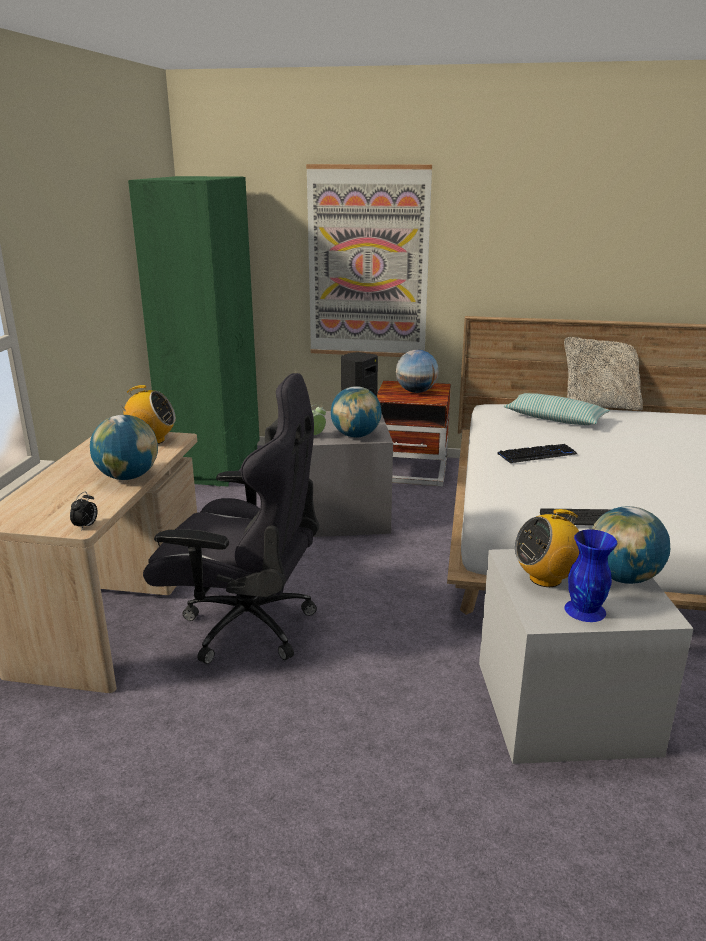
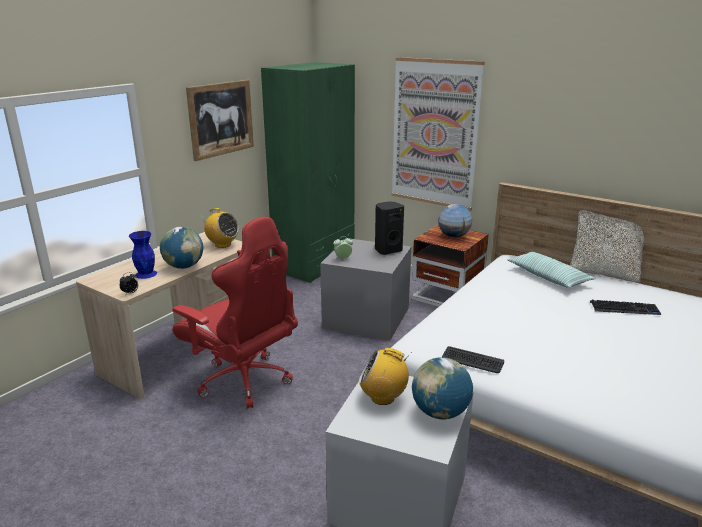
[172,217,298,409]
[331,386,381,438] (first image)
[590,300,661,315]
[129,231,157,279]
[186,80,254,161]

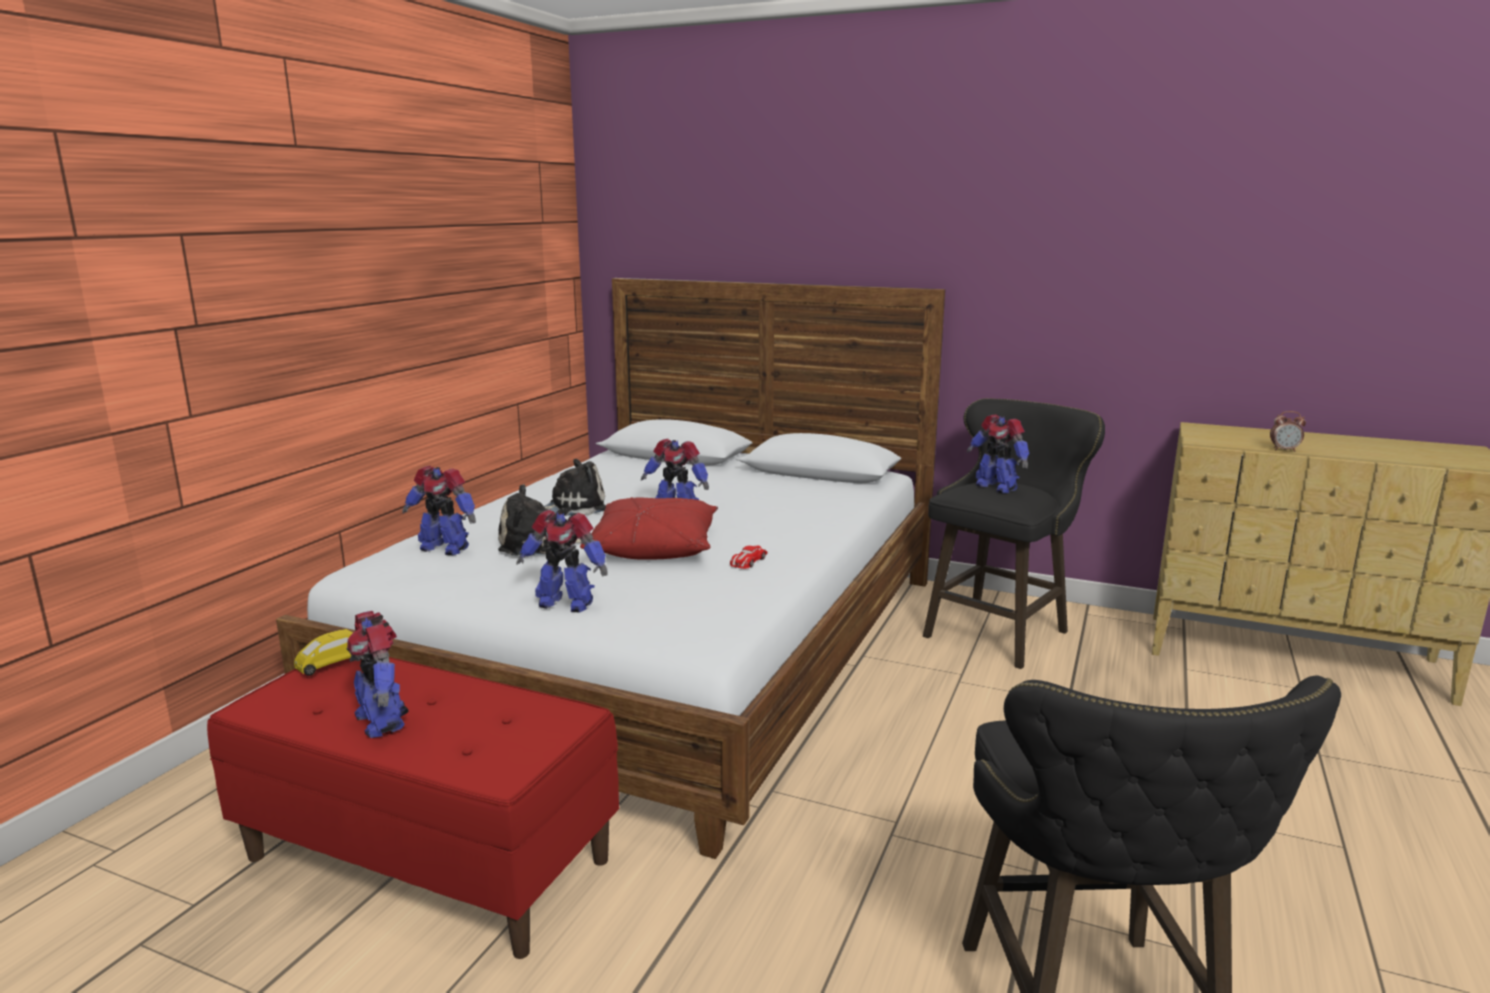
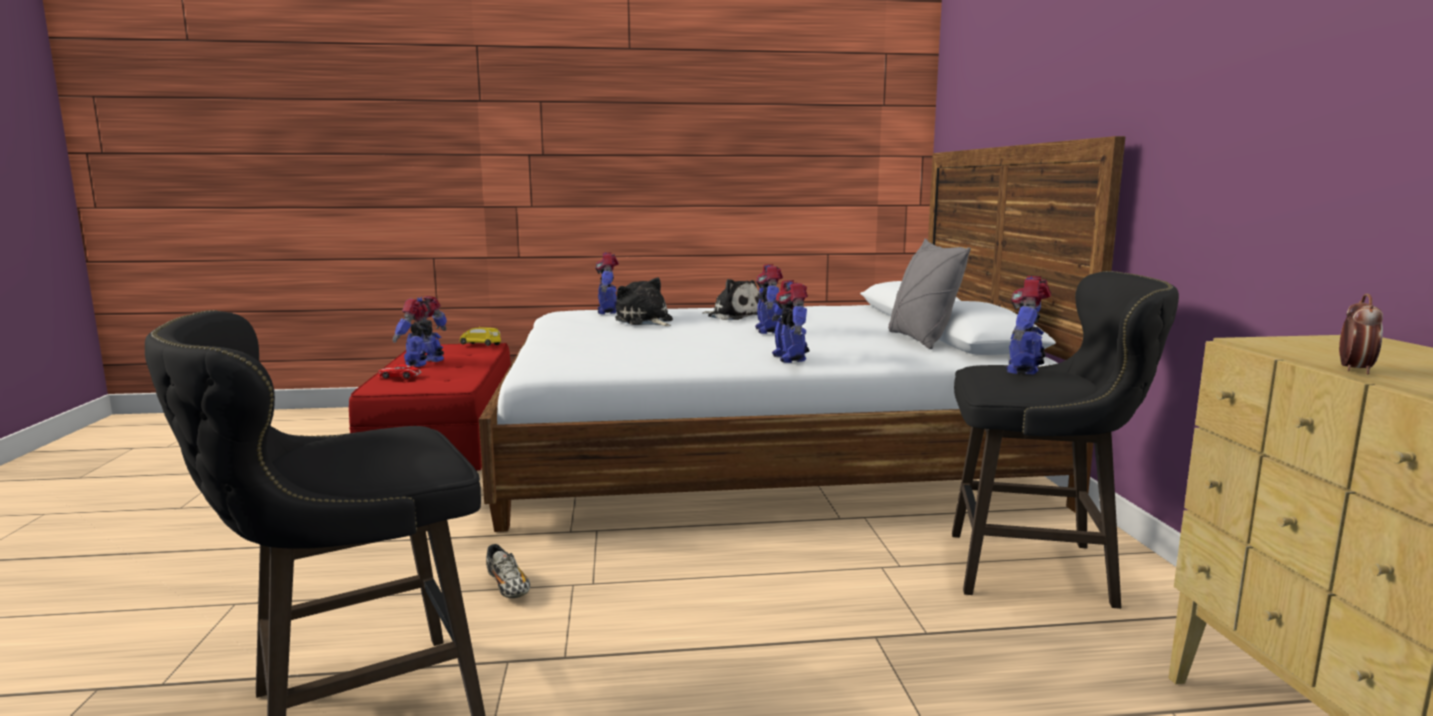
[772,280,810,363]
[580,497,718,560] (first image)
[378,365,422,379]
[1339,293,1383,374]
[486,544,530,598]
[888,239,971,349]

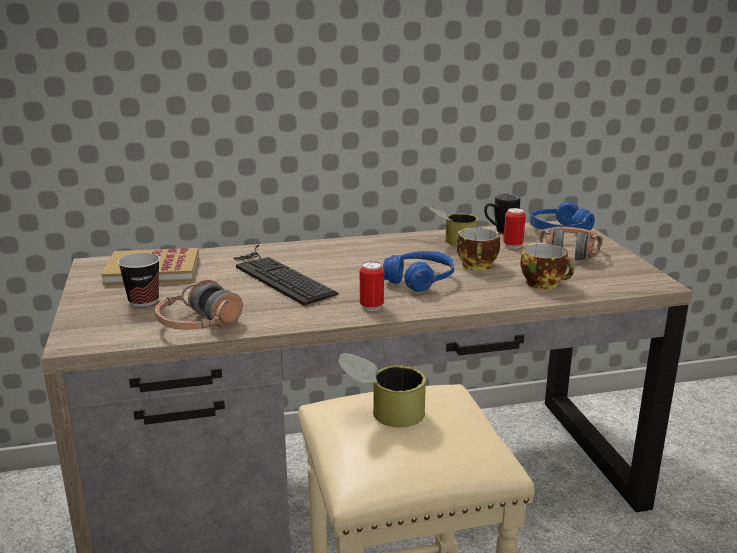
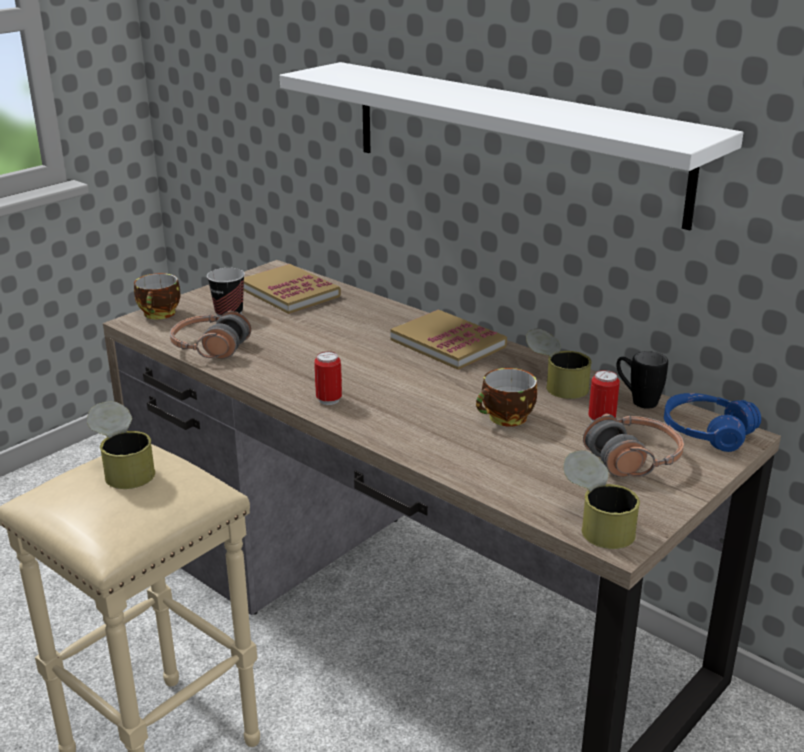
[233,245,338,306] (first image)
[383,251,454,292] (first image)
[134,273,181,319]
[280,62,743,230]
[390,309,507,370]
[563,450,640,549]

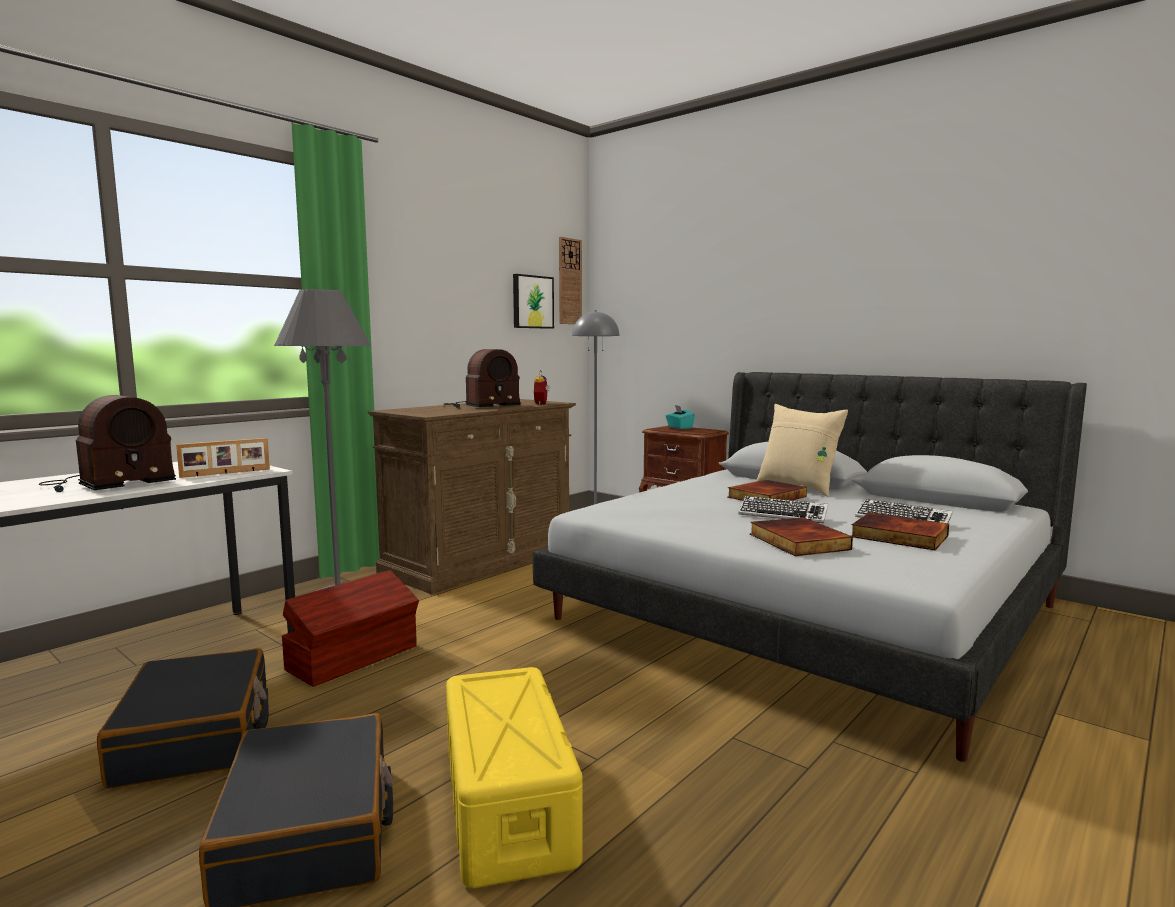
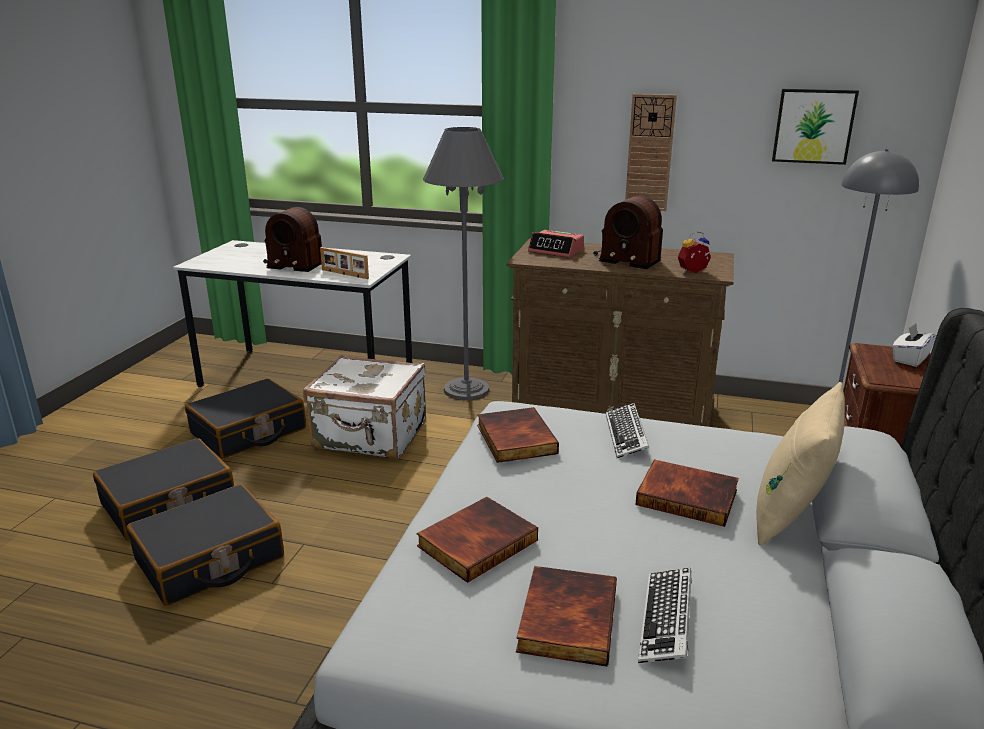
[303,355,426,459]
[127,484,284,606]
[625,94,677,211]
[892,323,936,367]
[606,403,649,458]
[477,407,559,463]
[528,230,584,258]

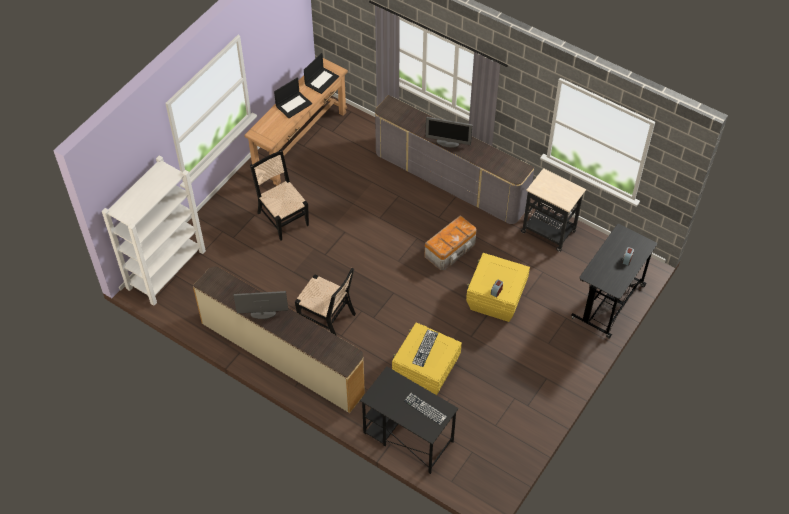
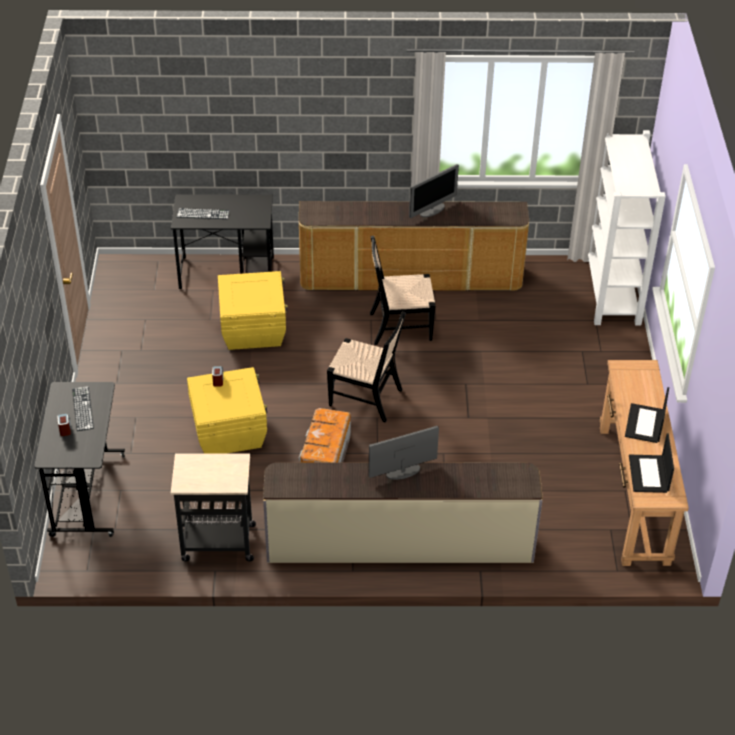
[327,311,406,423]
[72,386,94,431]

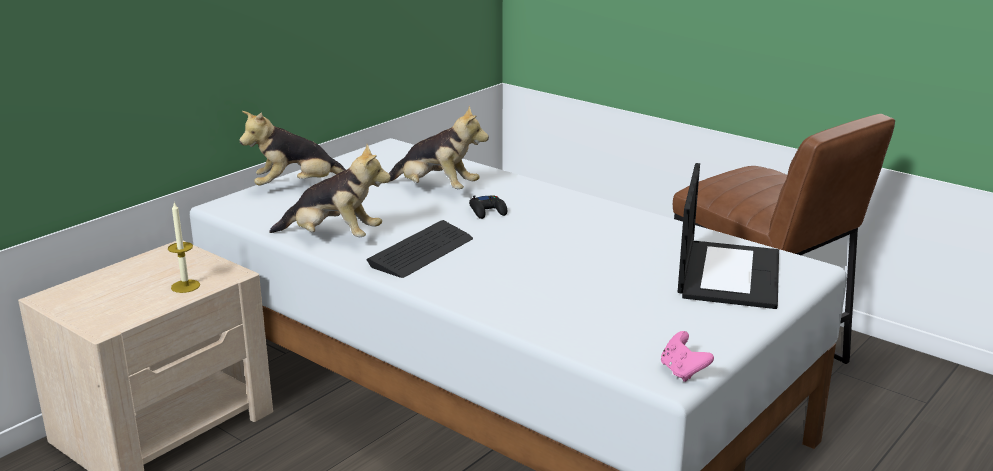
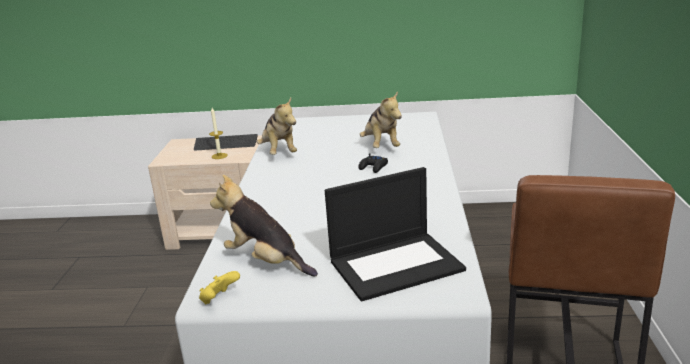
[210,175,318,277]
[194,134,258,151]
[199,271,240,305]

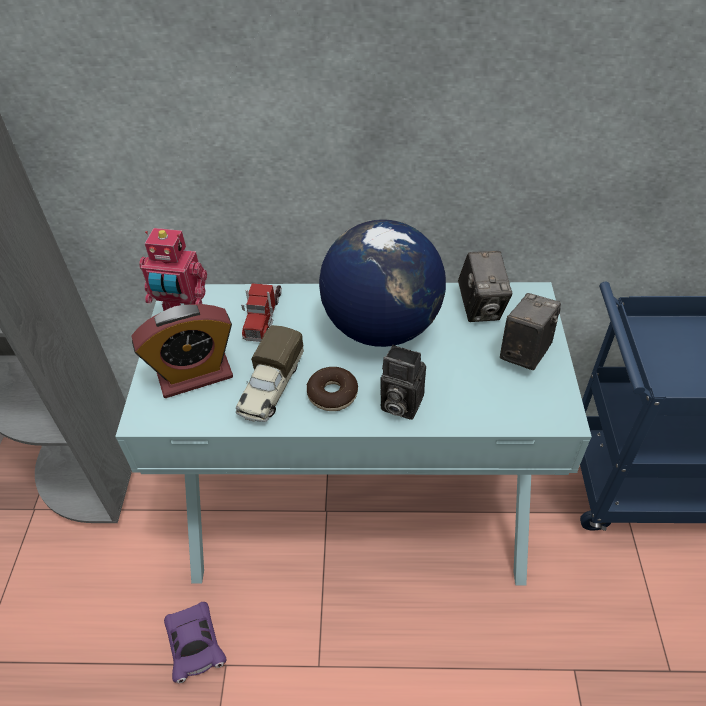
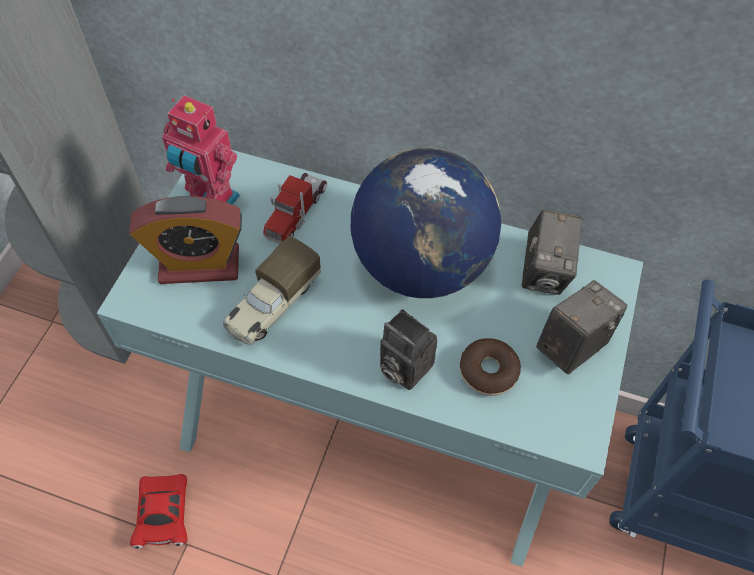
[130,474,187,549]
[460,338,521,396]

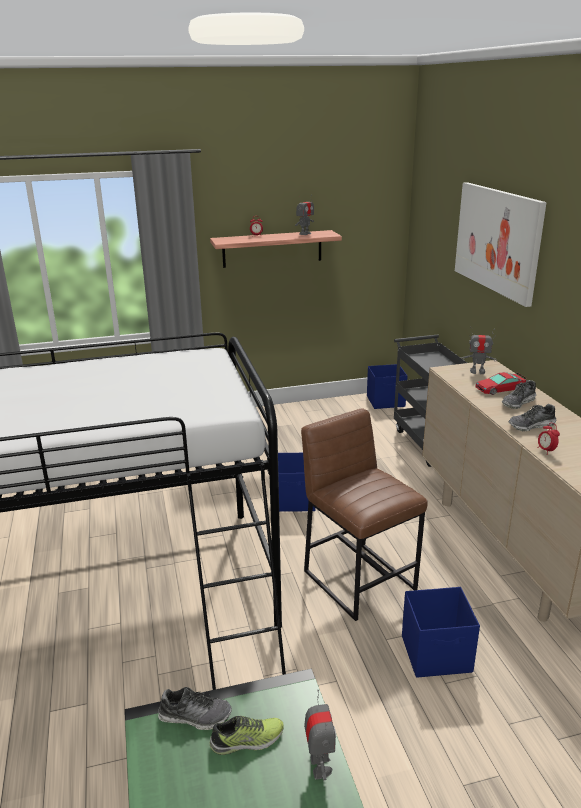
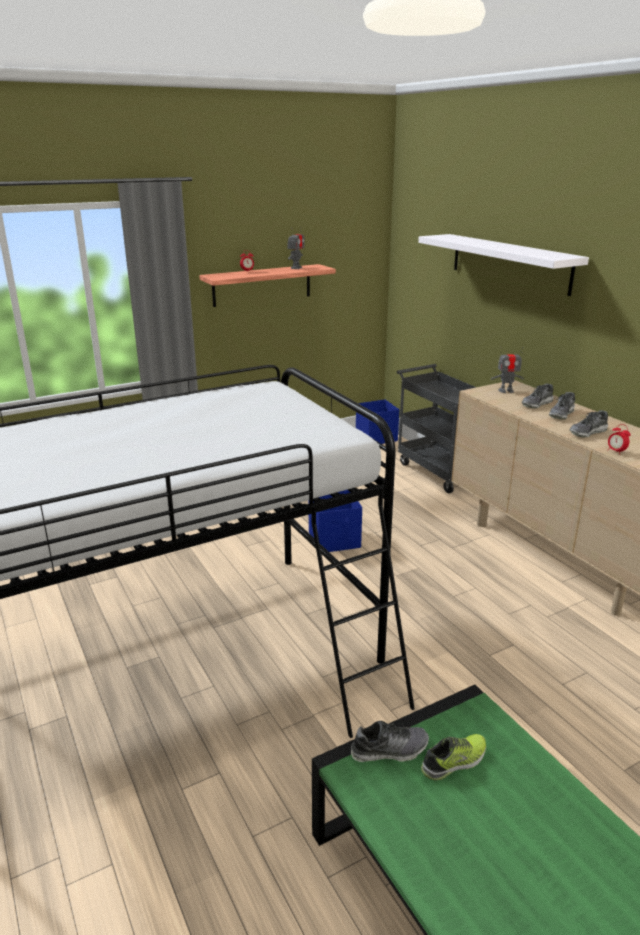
[301,409,428,621] (first image)
[304,690,336,781] (first image)
[402,587,480,678] (first image)
[418,234,589,296]
[522,384,554,409]

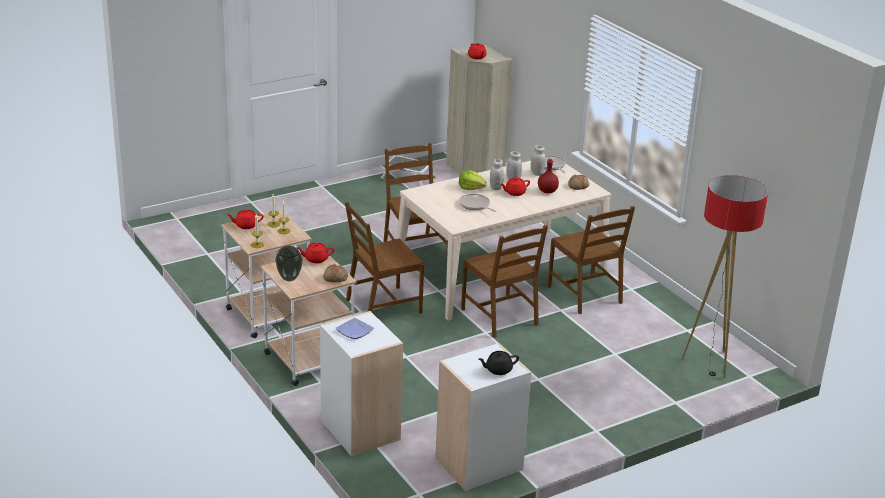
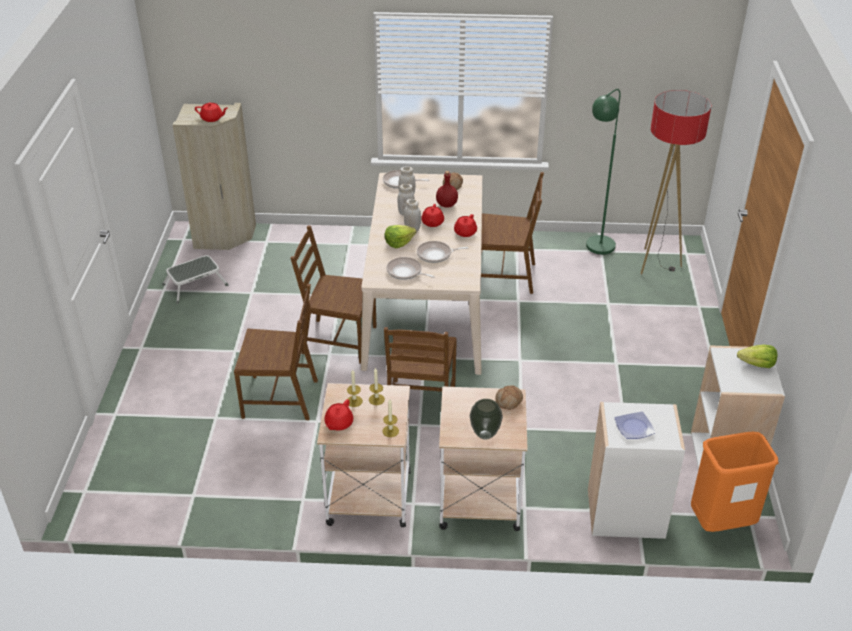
[454,214,477,237]
[234,284,318,420]
[737,345,777,368]
[386,257,435,280]
[586,89,621,255]
[691,432,779,532]

